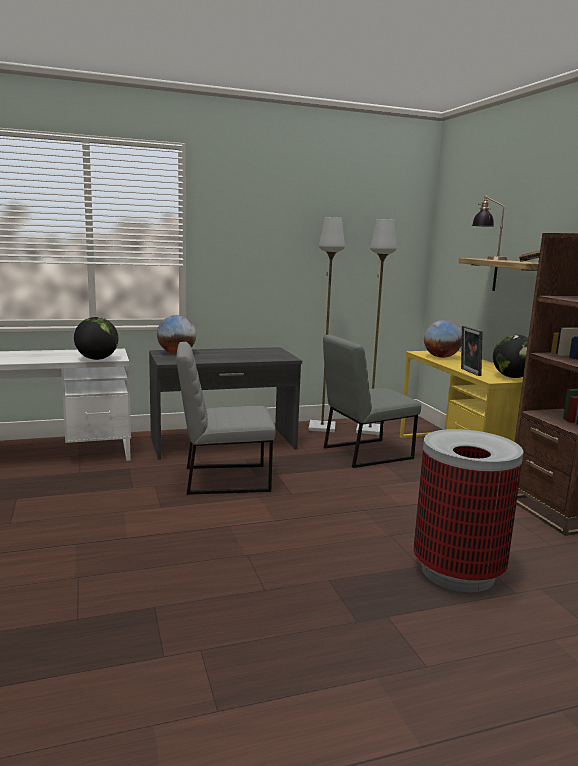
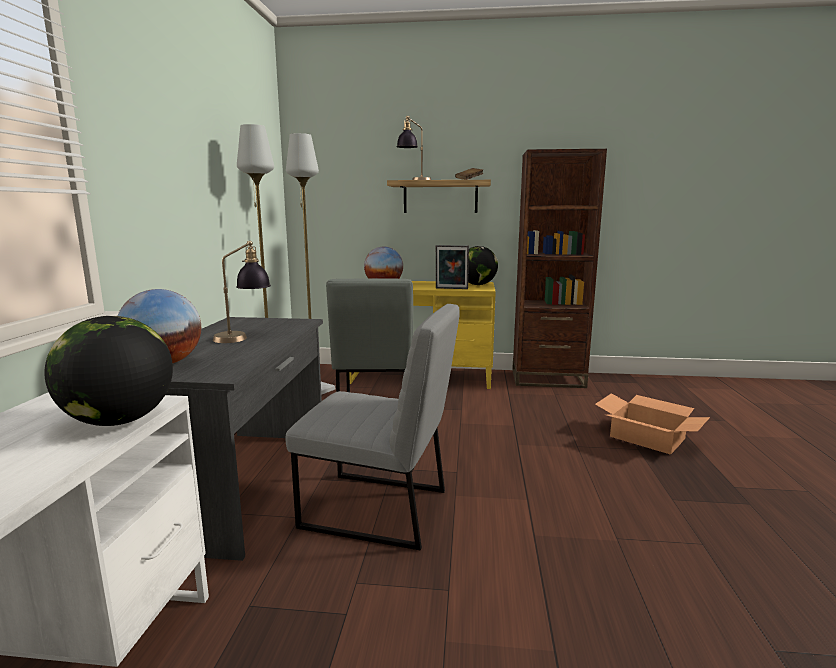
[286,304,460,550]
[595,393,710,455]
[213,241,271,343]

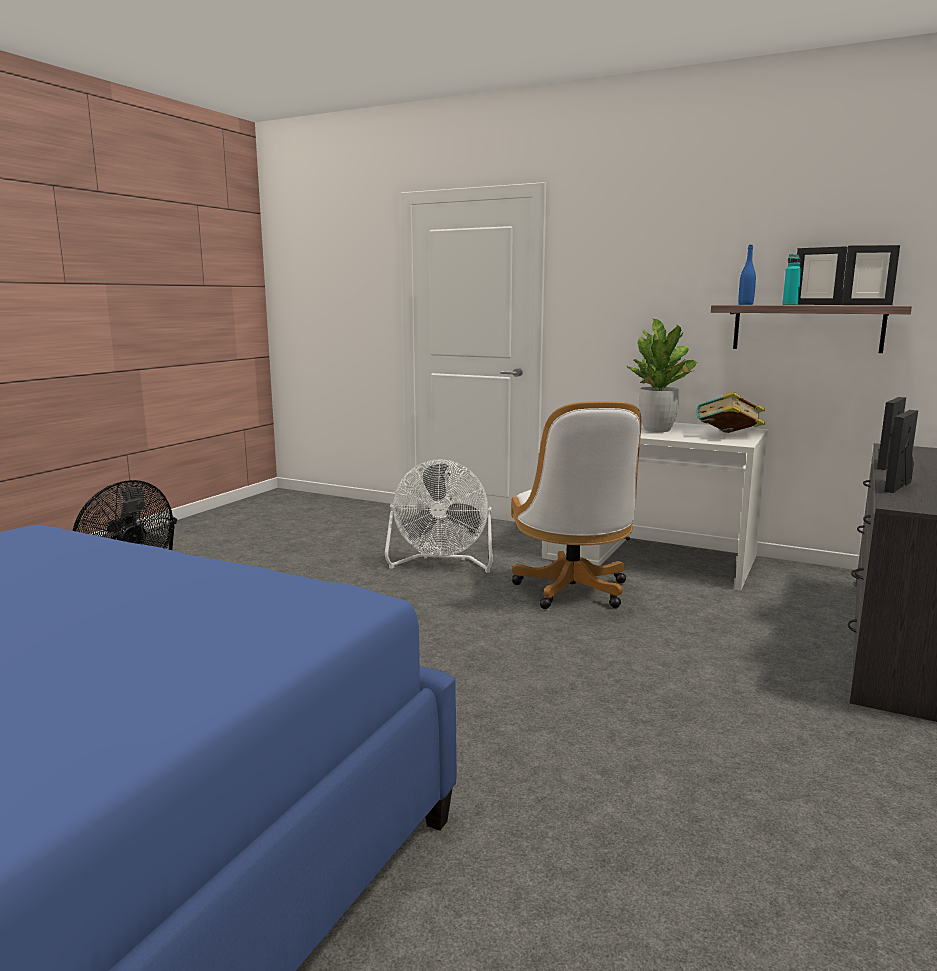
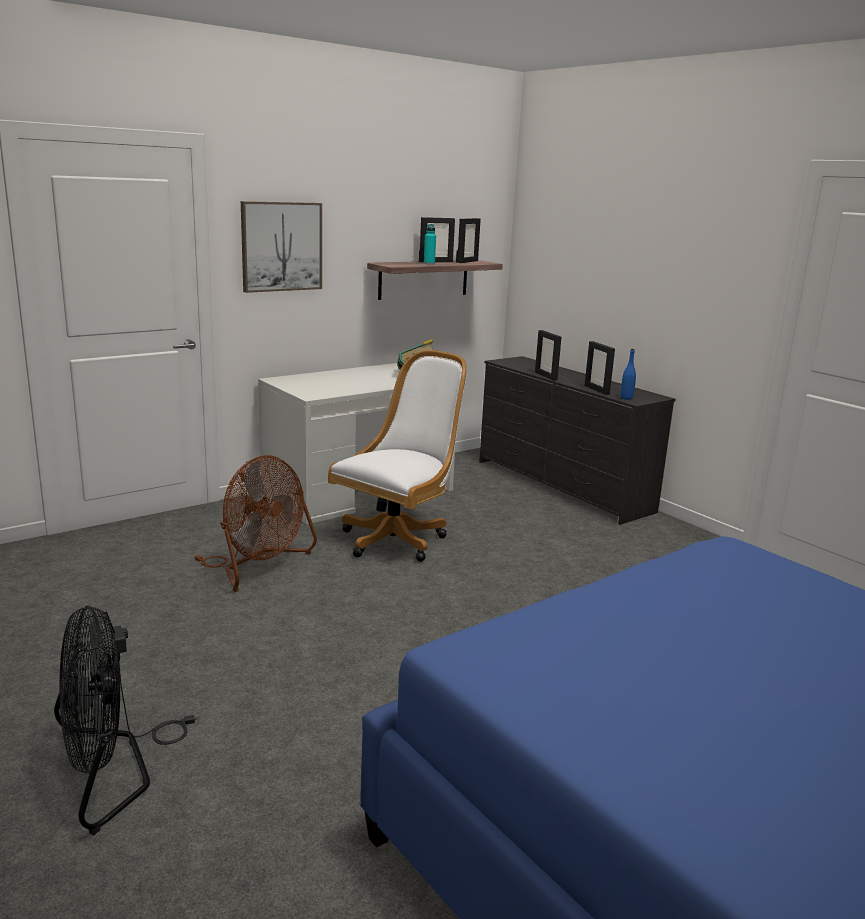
[195,455,317,592]
[328,350,466,562]
[627,319,698,432] (first image)
[621,349,636,400]
[241,201,322,293]

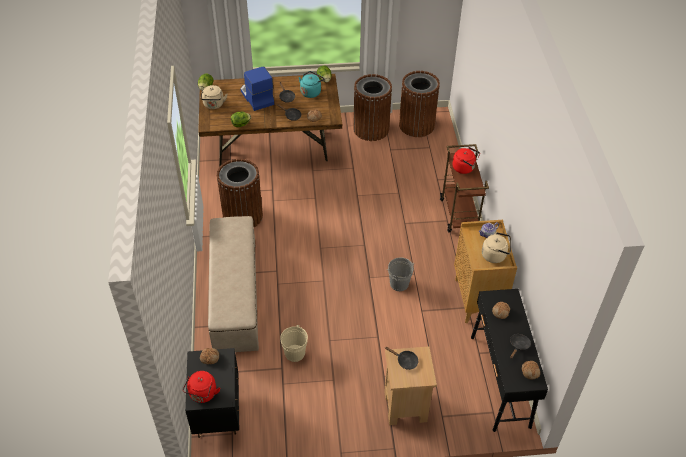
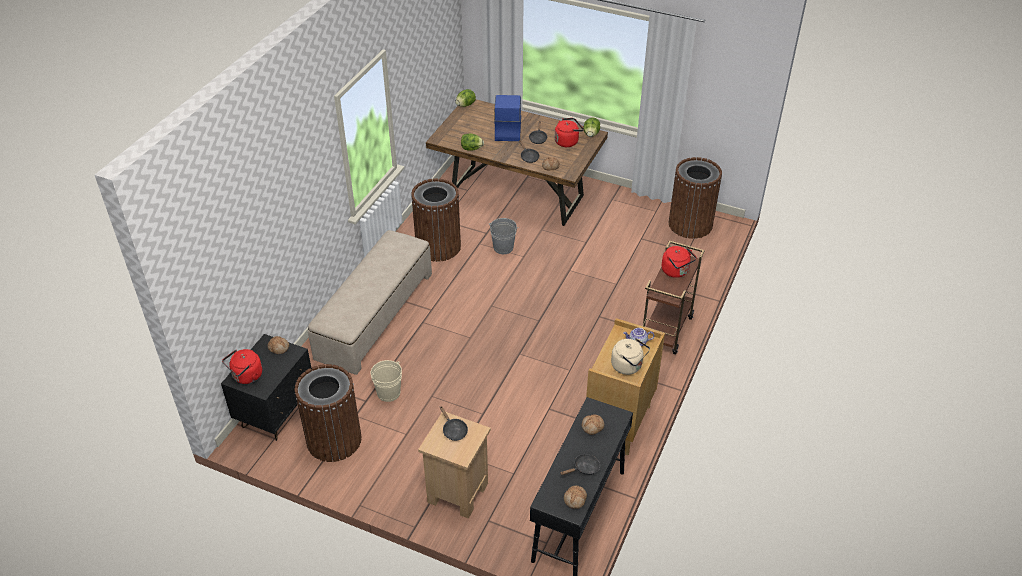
[201,85,228,109] (first image)
[555,118,584,147]
[295,364,362,462]
[490,218,519,254]

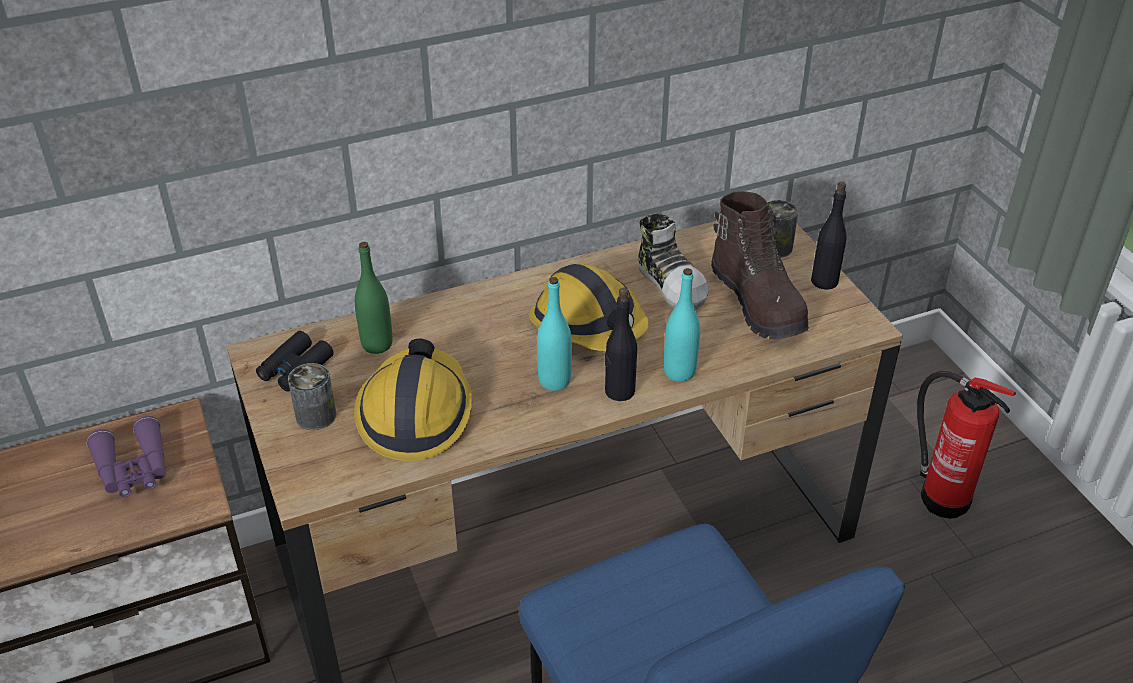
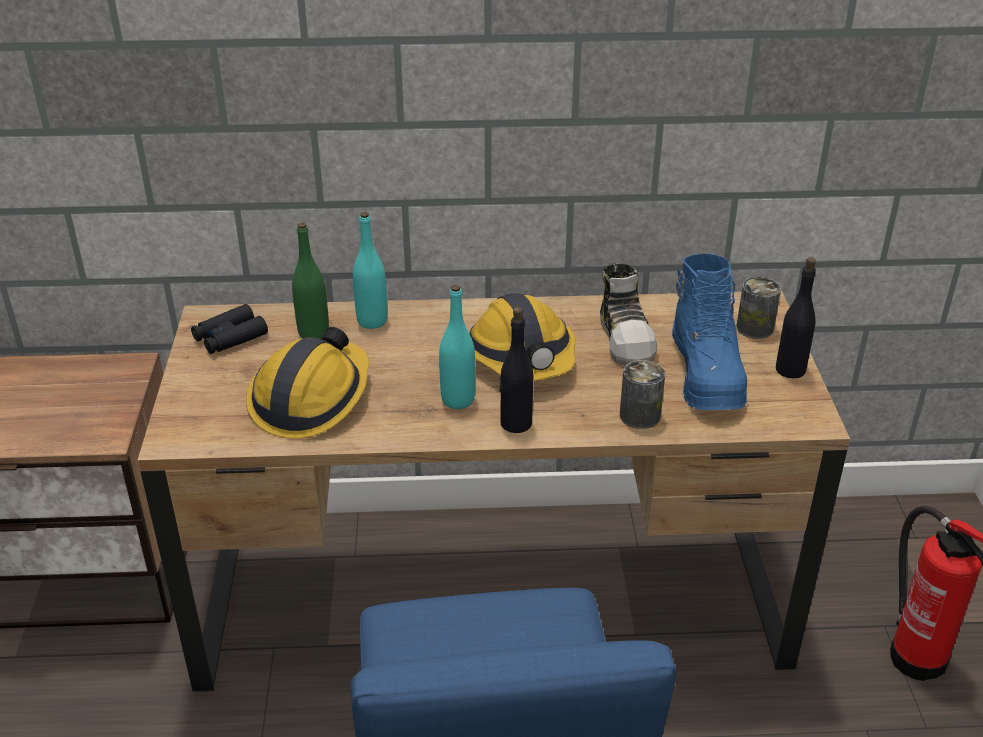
[86,416,166,497] (first image)
[620,360,665,429]
[353,212,387,329]
[672,253,747,410]

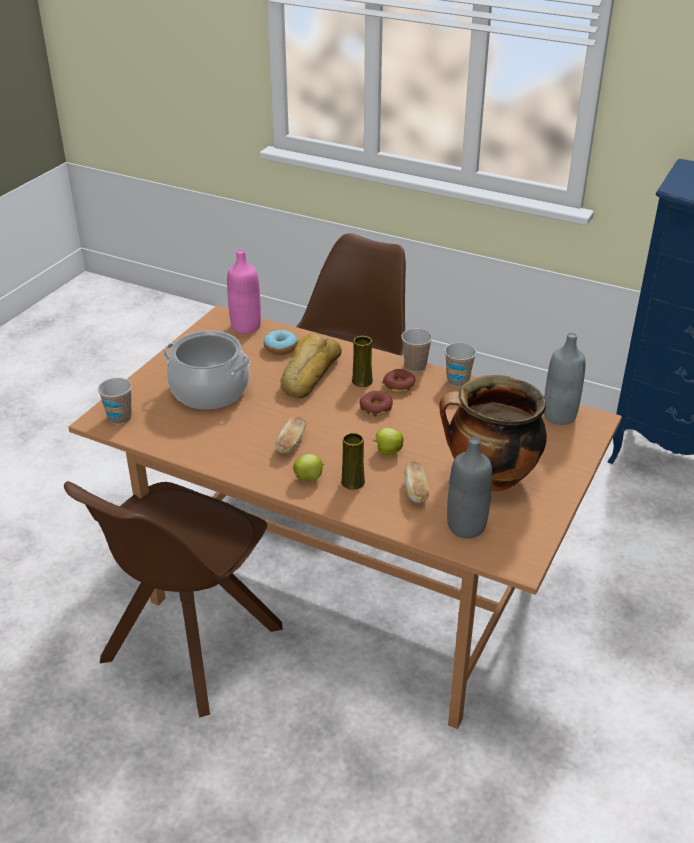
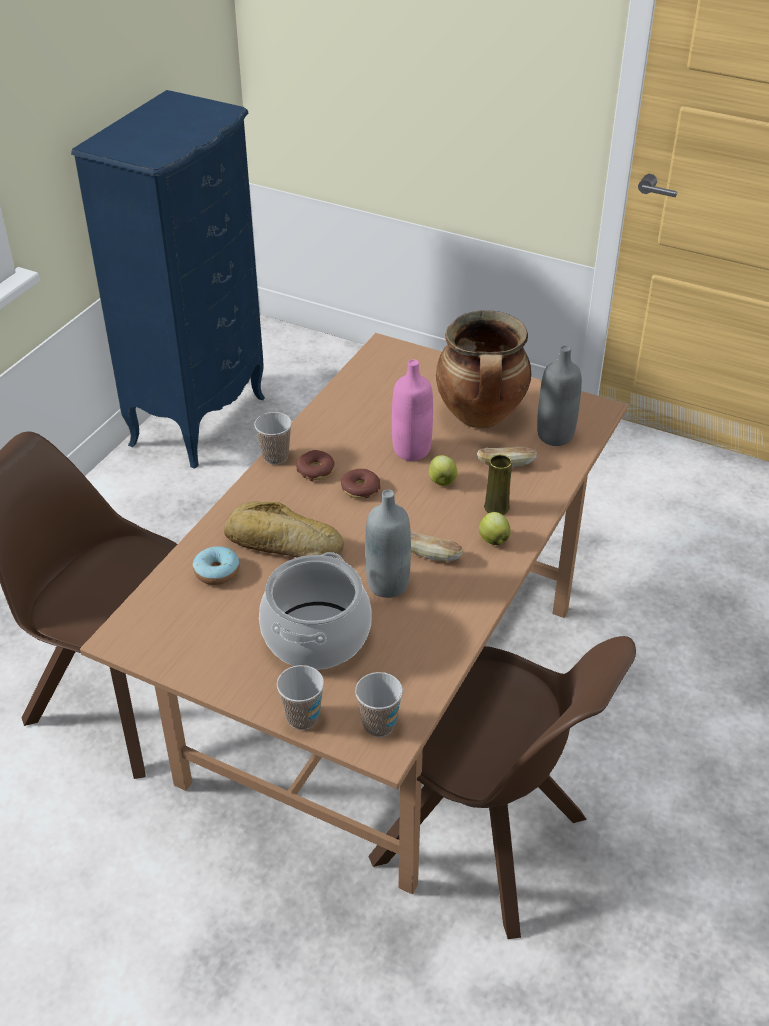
[392,359,433,461]
[352,336,373,387] (first image)
[277,665,324,730]
[365,490,411,598]

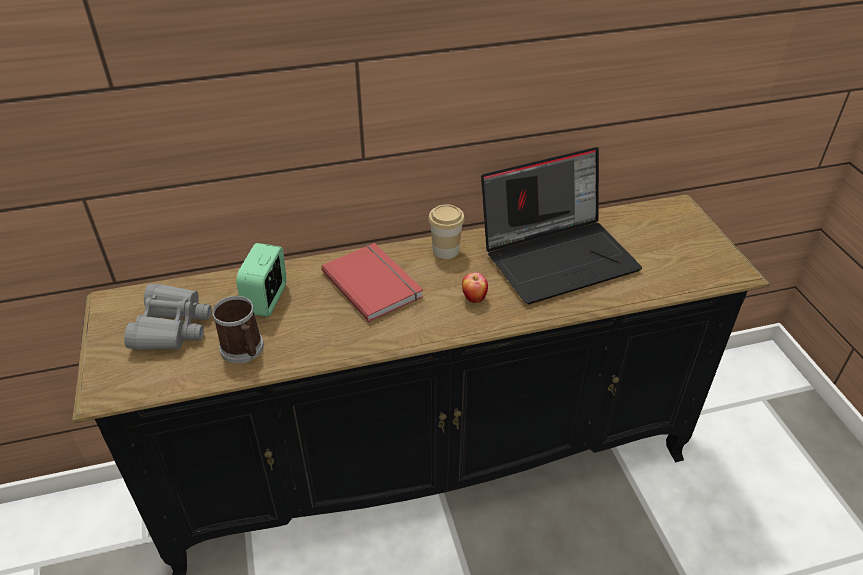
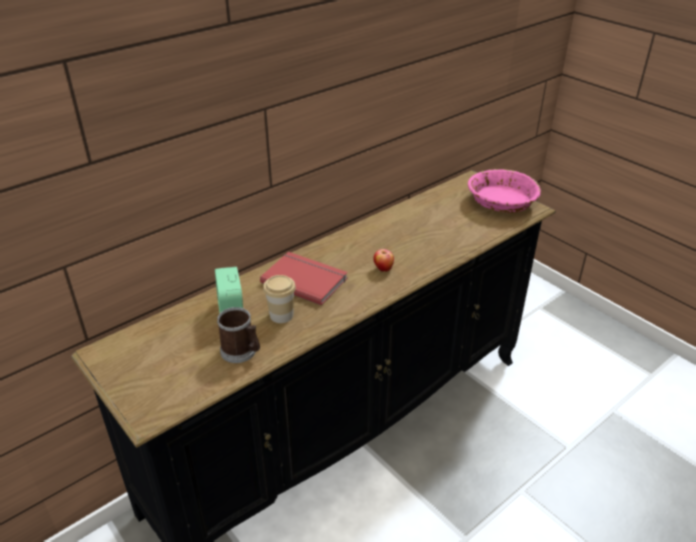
[124,284,212,350] (first image)
[263,275,296,323]
[481,147,642,304] (first image)
[468,169,541,213]

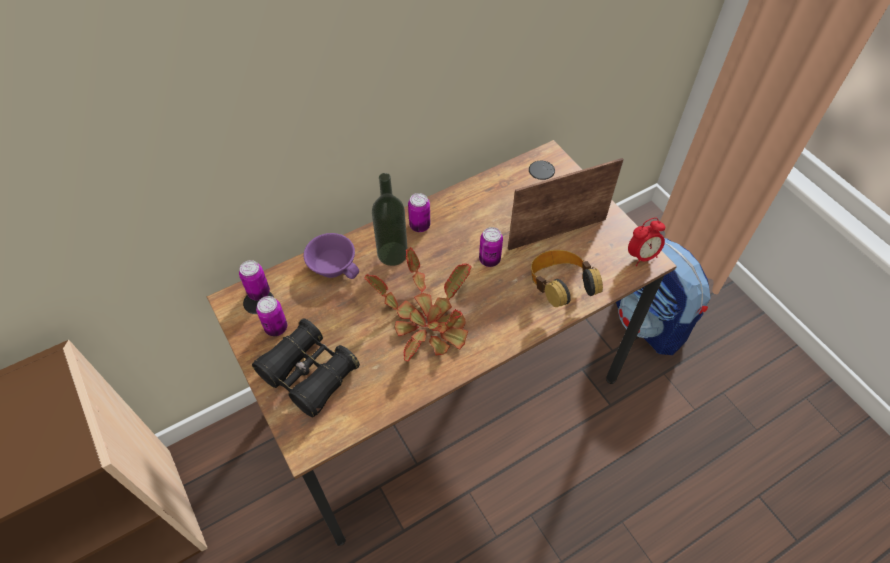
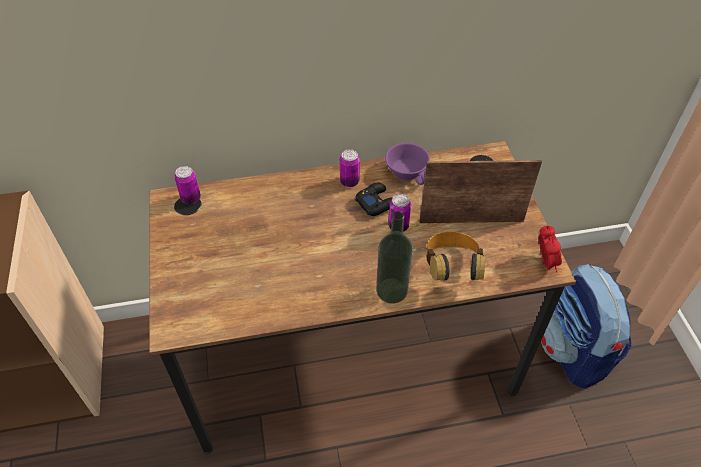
[252,318,360,417] (first image)
[256,296,287,336] (first image)
[385,143,430,185]
[365,247,472,362] (first image)
[376,211,413,303]
[539,226,562,272]
[355,182,393,216]

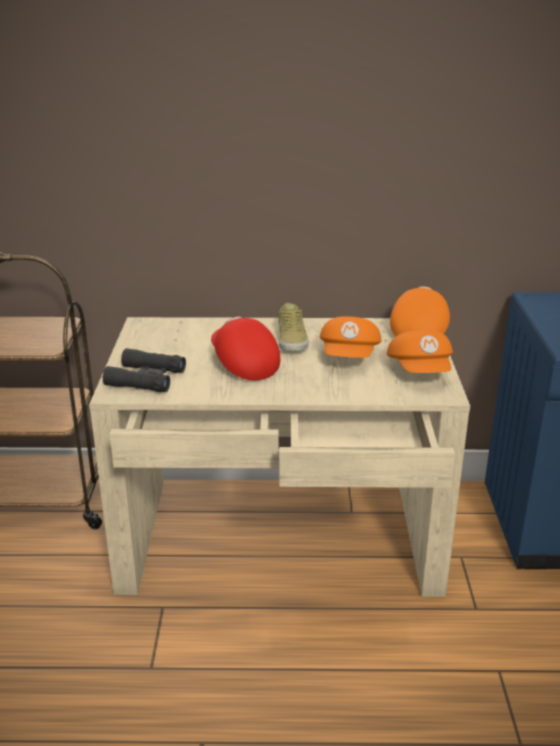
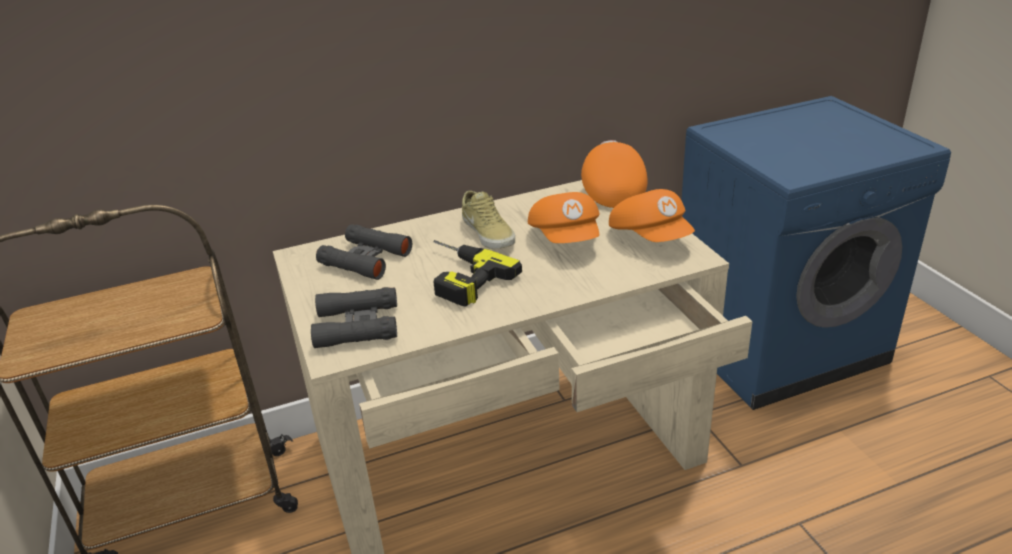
[433,240,522,307]
[316,224,412,280]

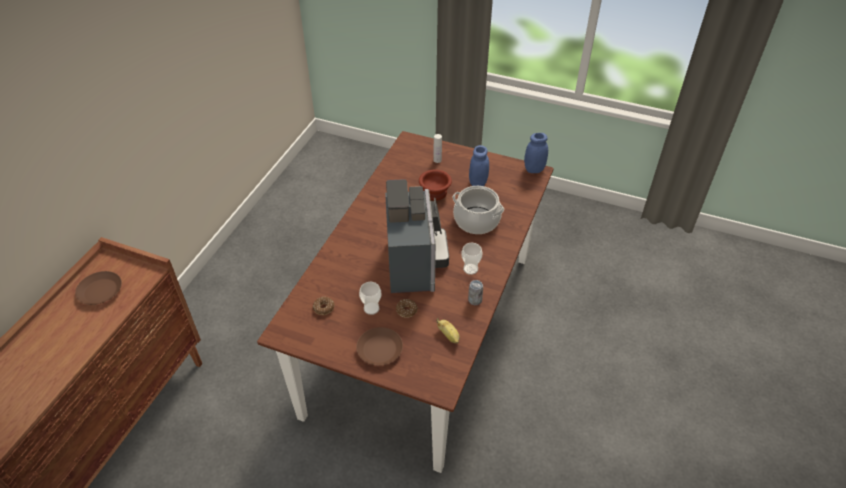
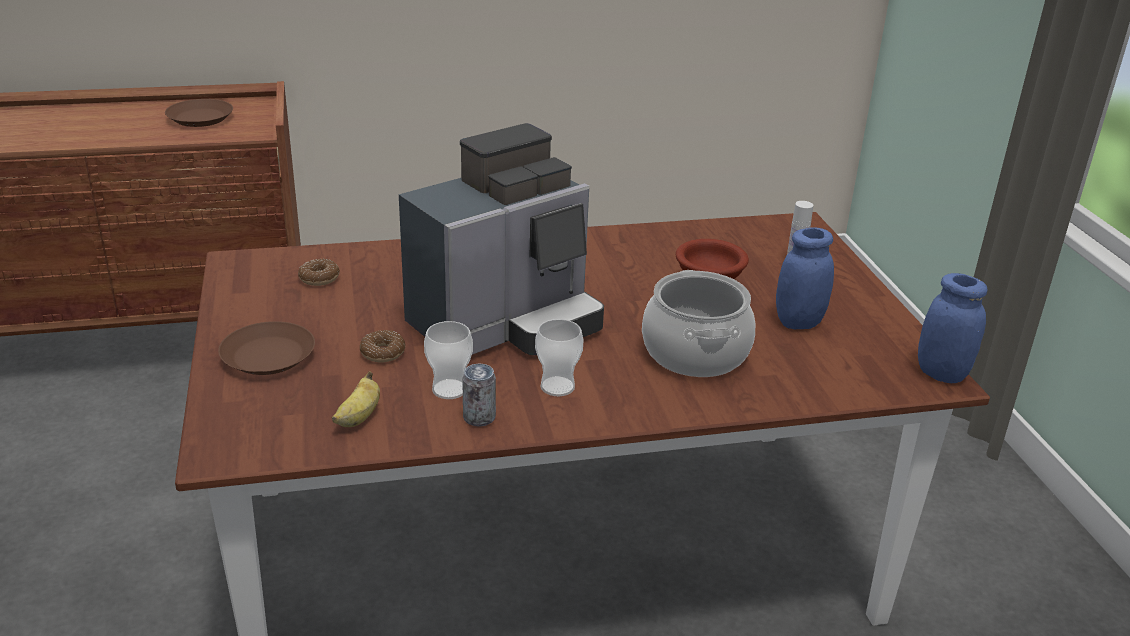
[424,321,473,399]

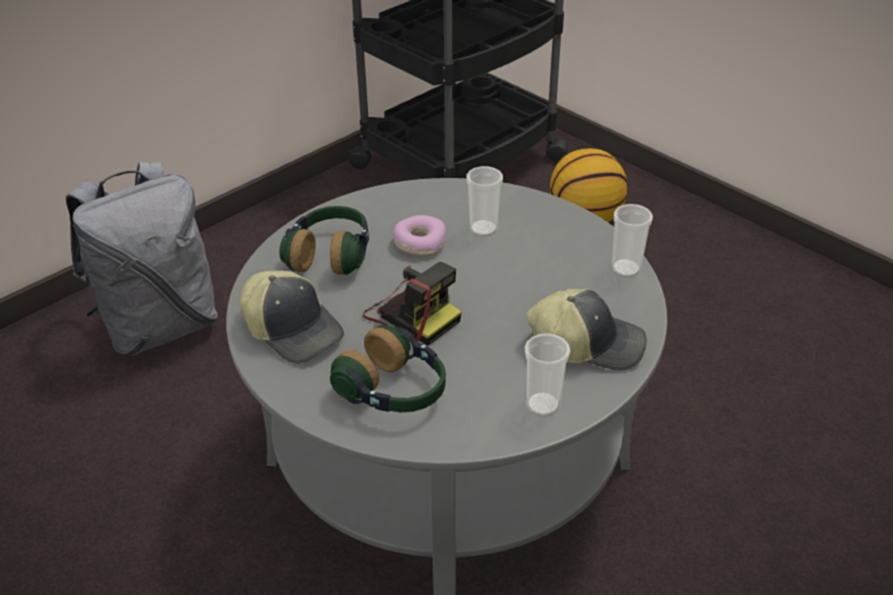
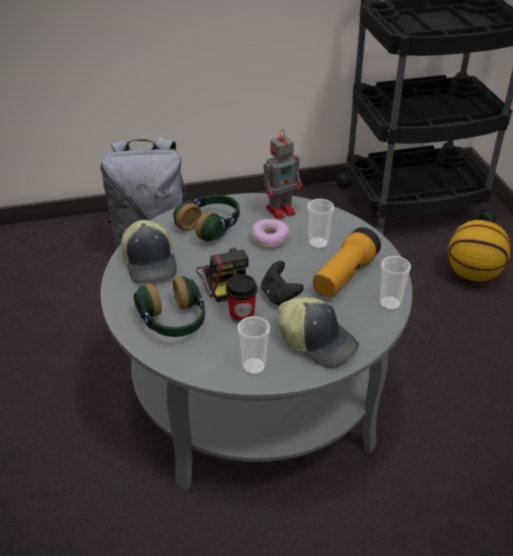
[226,274,257,324]
[261,261,304,306]
[264,129,302,220]
[313,227,381,298]

